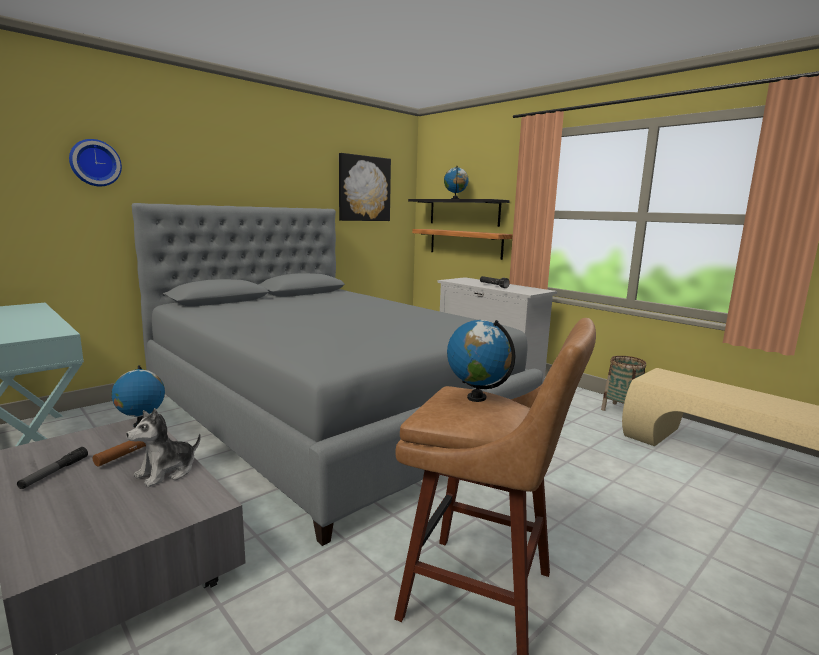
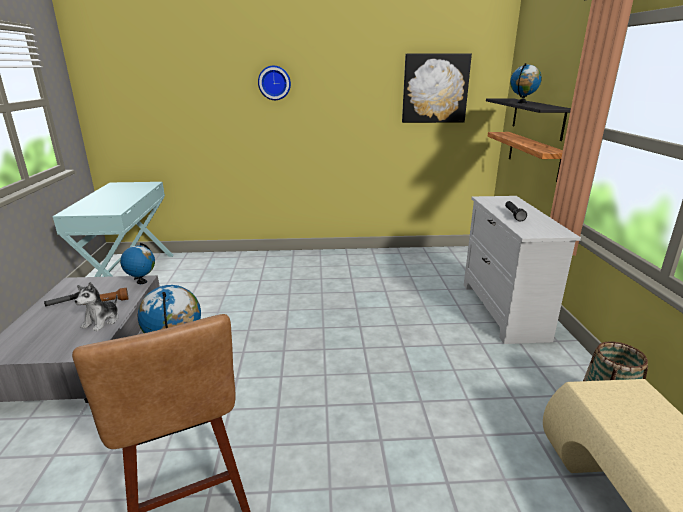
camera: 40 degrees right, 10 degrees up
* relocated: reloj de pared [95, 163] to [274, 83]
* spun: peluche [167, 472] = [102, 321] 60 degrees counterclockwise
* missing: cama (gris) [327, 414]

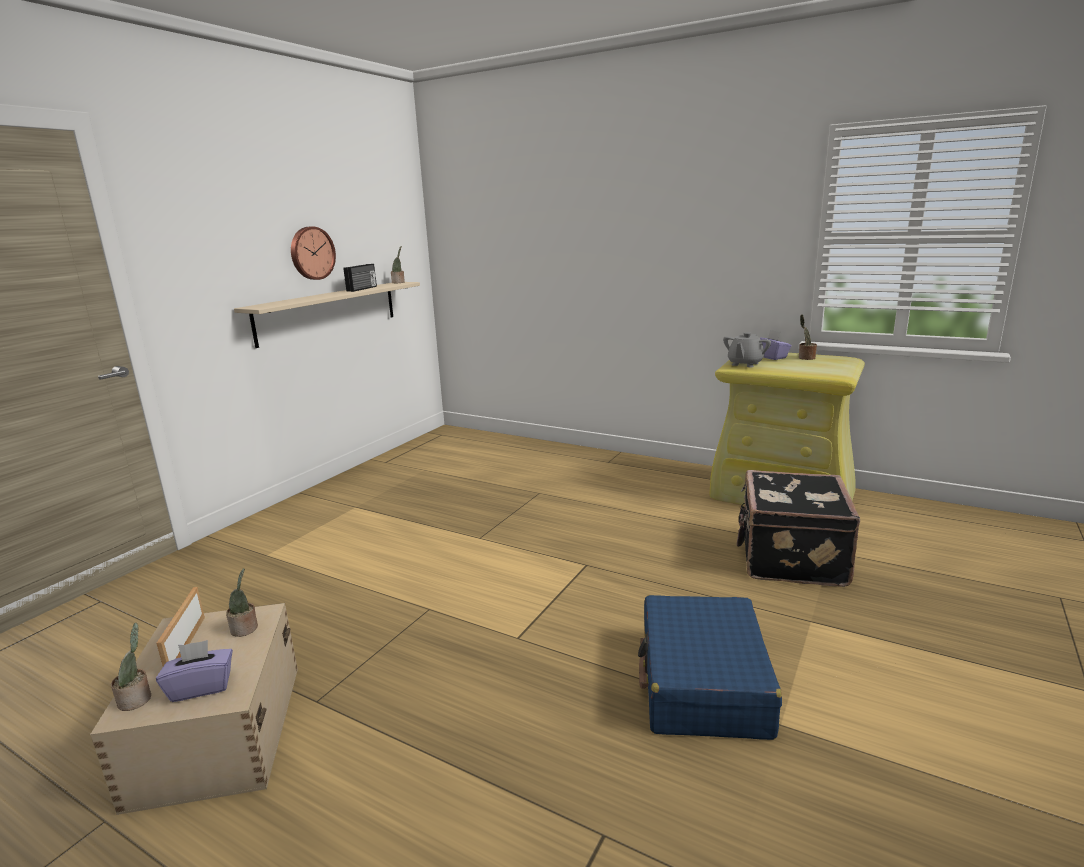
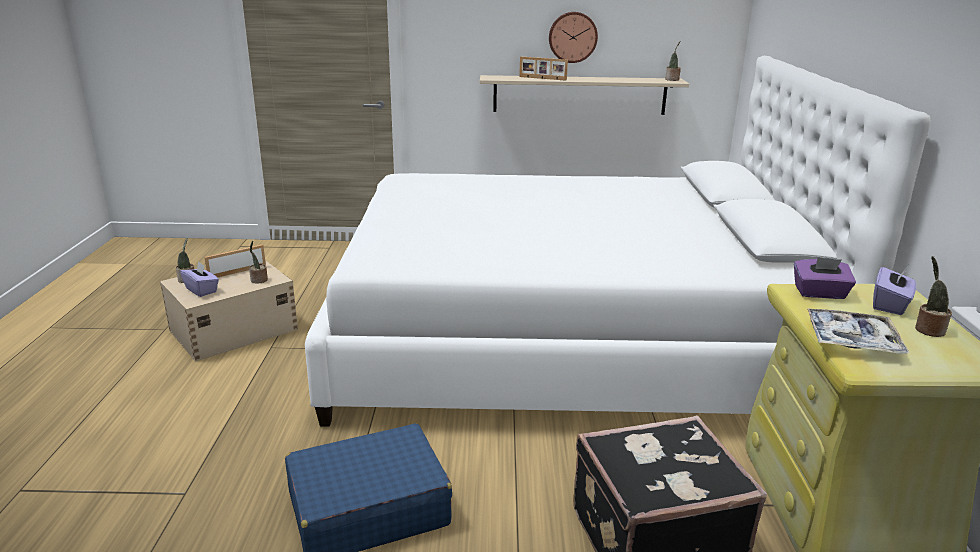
camera: 60 degrees right, 5 degrees up
* missing: radio [362, 289]
* exchanged: tetera (gris) [744, 364] to caja de pañuelos (morado) [820, 293]
* appeared: cama (blanco) [567, 342]
* appeared: portarretratos [542, 78]
* appeared: bandeja [852, 340]

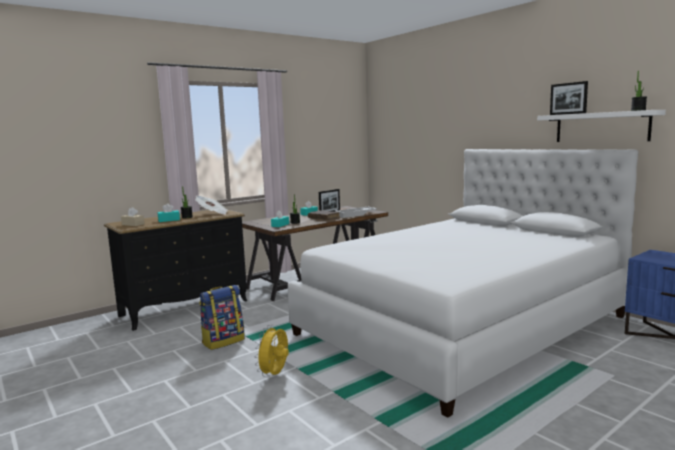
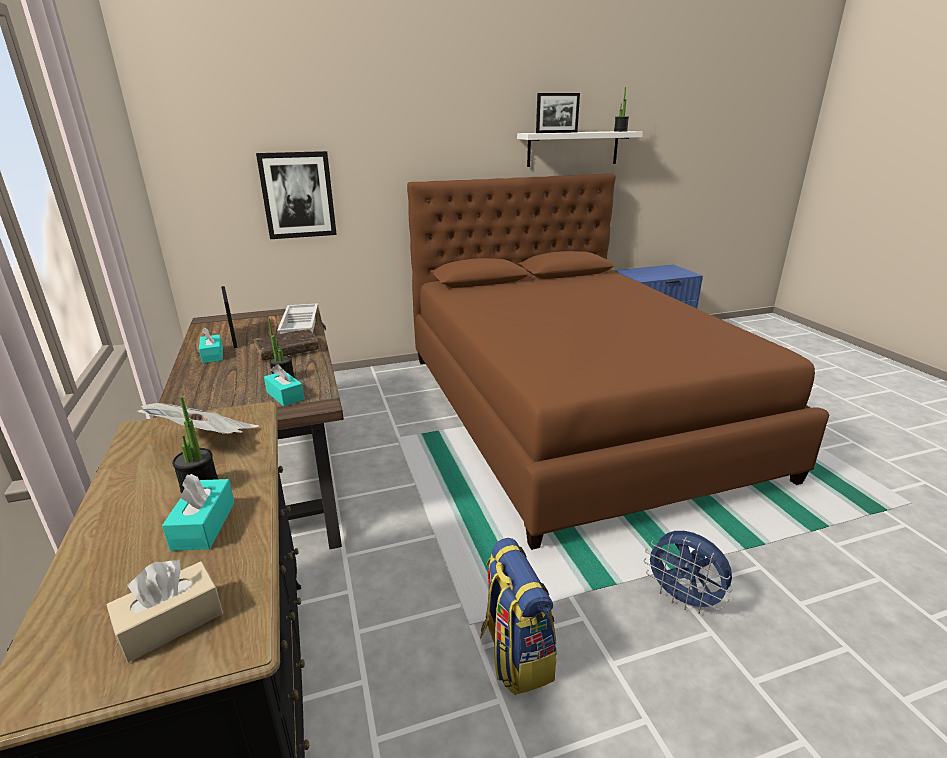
camera: 70 degrees left, 15 degrees up
* colour: ventilador (amarillo) [275, 374] to ventilador (azul) [683, 599]
* colour: cama (blanco) [462, 325] to cama (marrón) [572, 410]
* appeared: cuadro [298, 195]

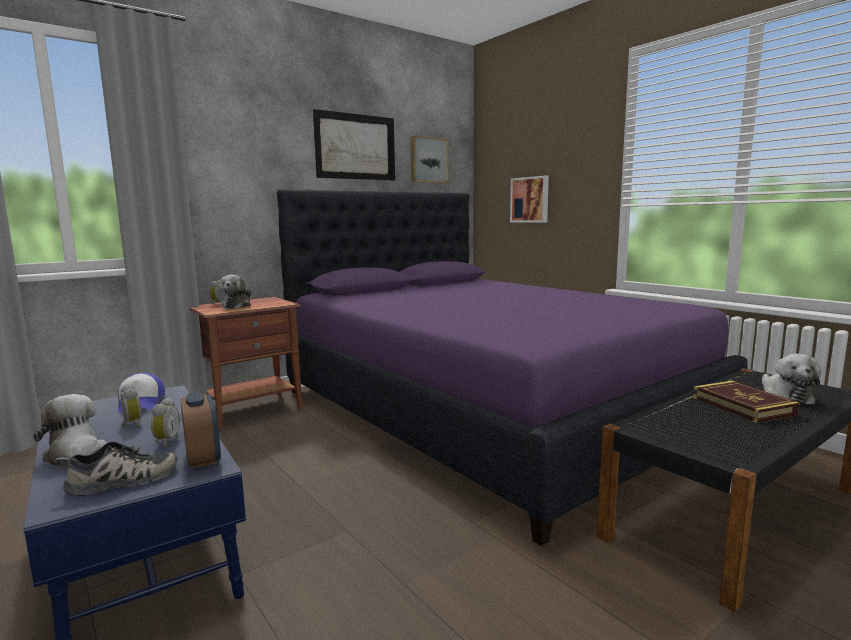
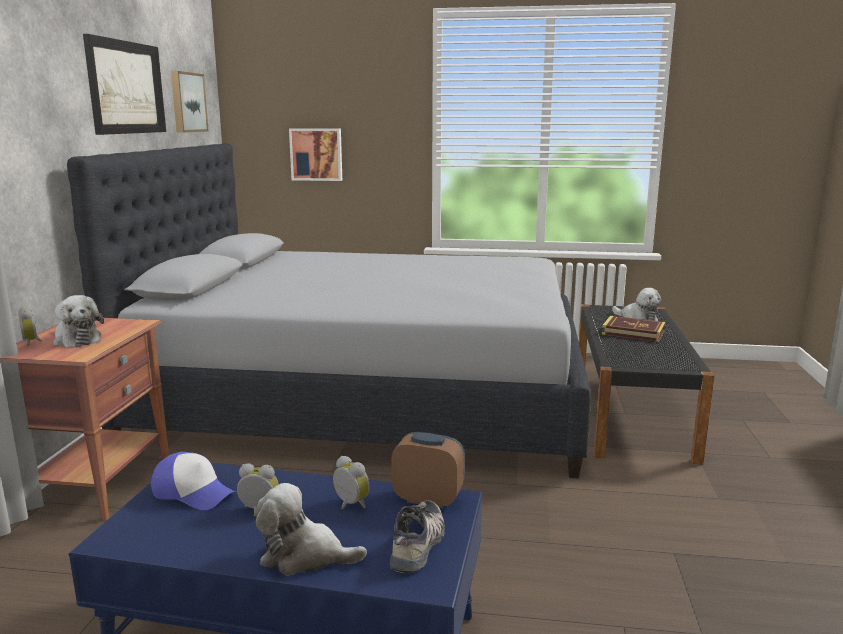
camera: 45 degrees left, 5 degrees up
* colour: cama (morado) [484, 410] to cama (gris) [367, 396]

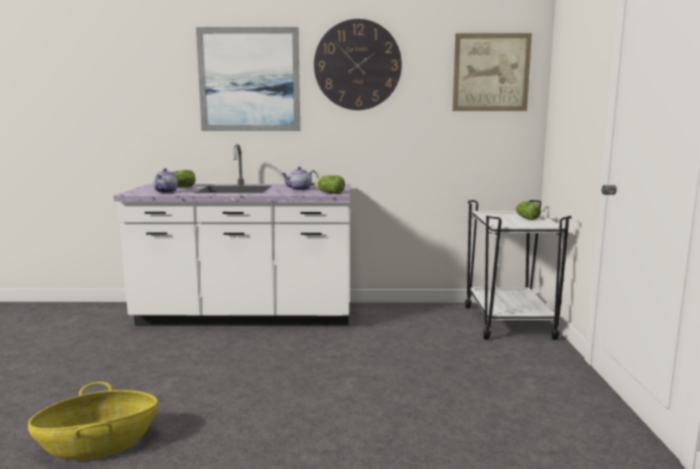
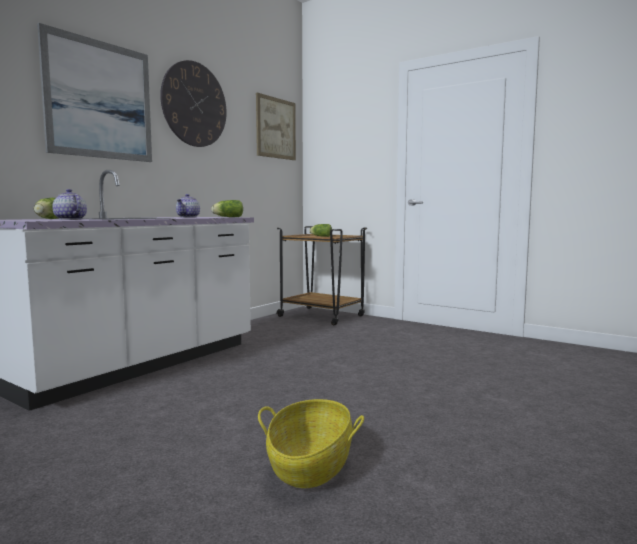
camera: 55 degrees left, 5 degrees down
* colour: carrito (blanco) [508, 323] to carrito (marrón) [322, 316]

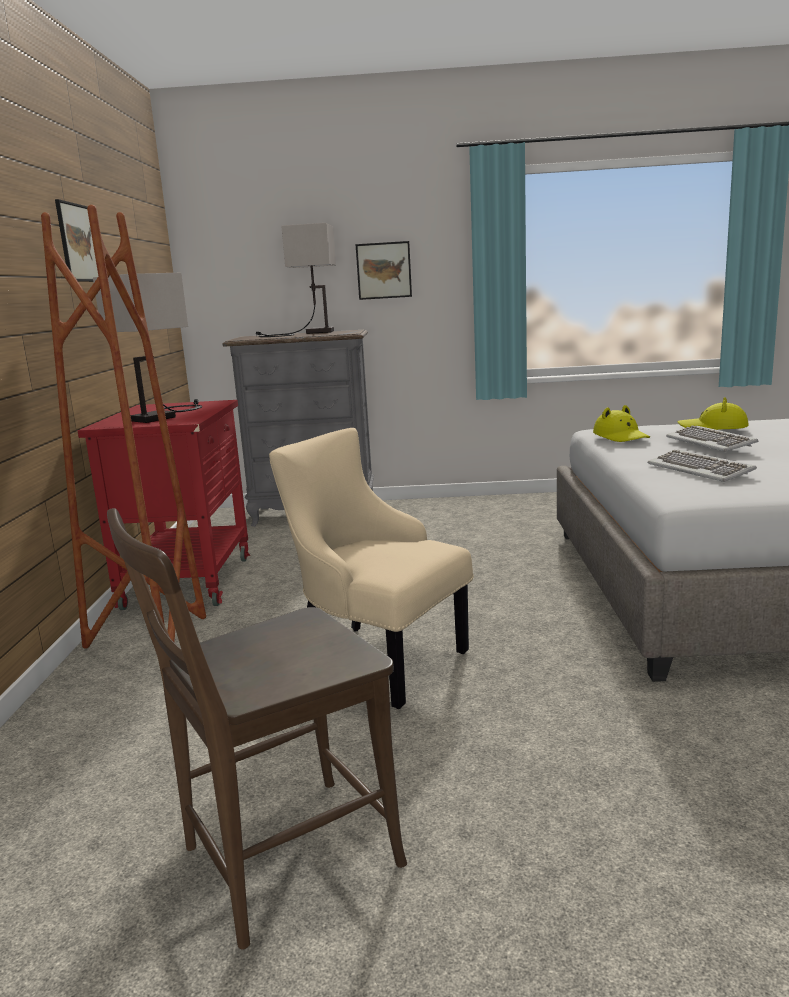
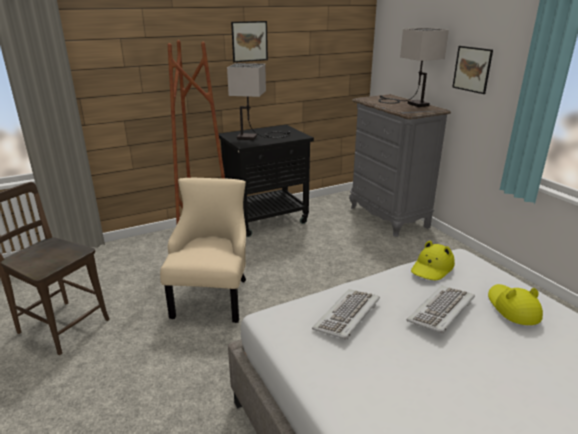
camera: 60 degrees right, 10 degrees up
* colour: carrito (rojo) [189, 582] to carrito (negro) [267, 220]

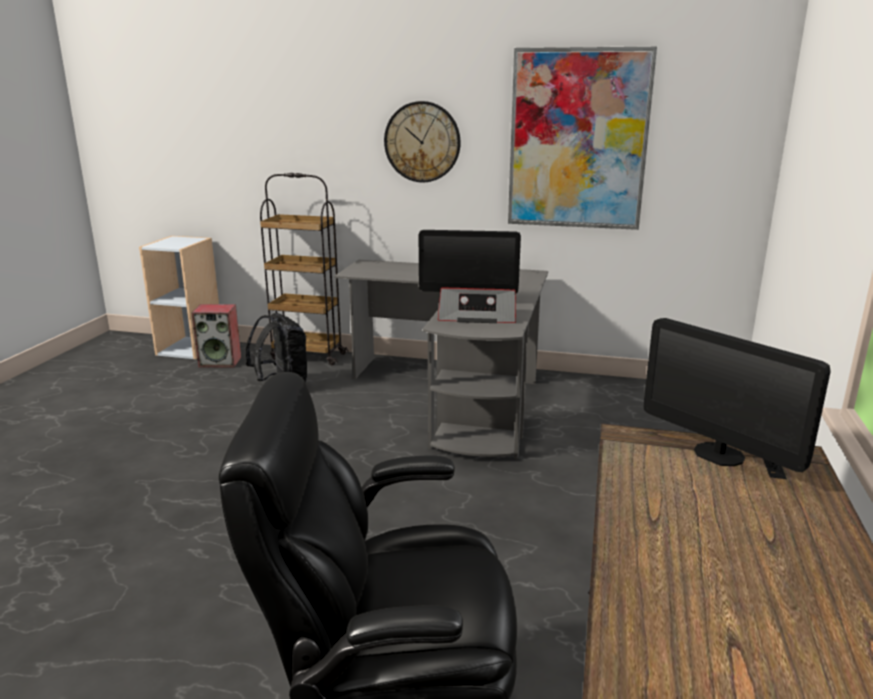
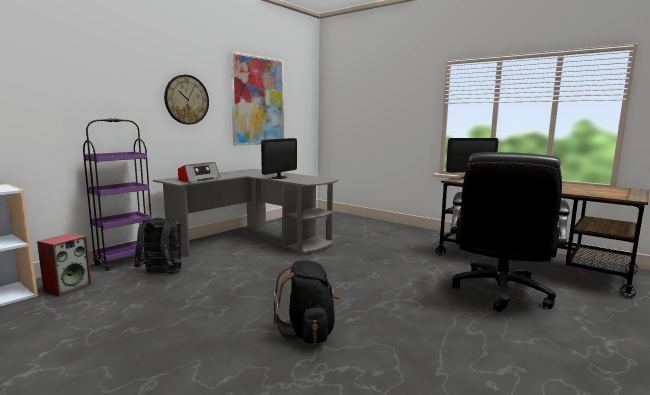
camera: 65 degrees left, 10 degrees down
* colour: carrito (marrón) [308, 356] to carrito (morado) [125, 261]
* relocated: radio [477, 317] to [199, 179]
* appeared: mochila (negro) [308, 331]

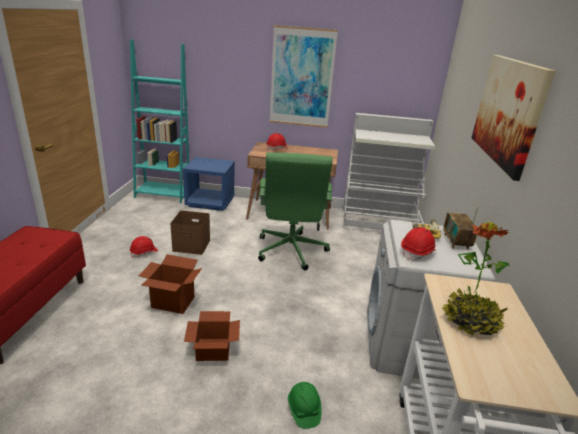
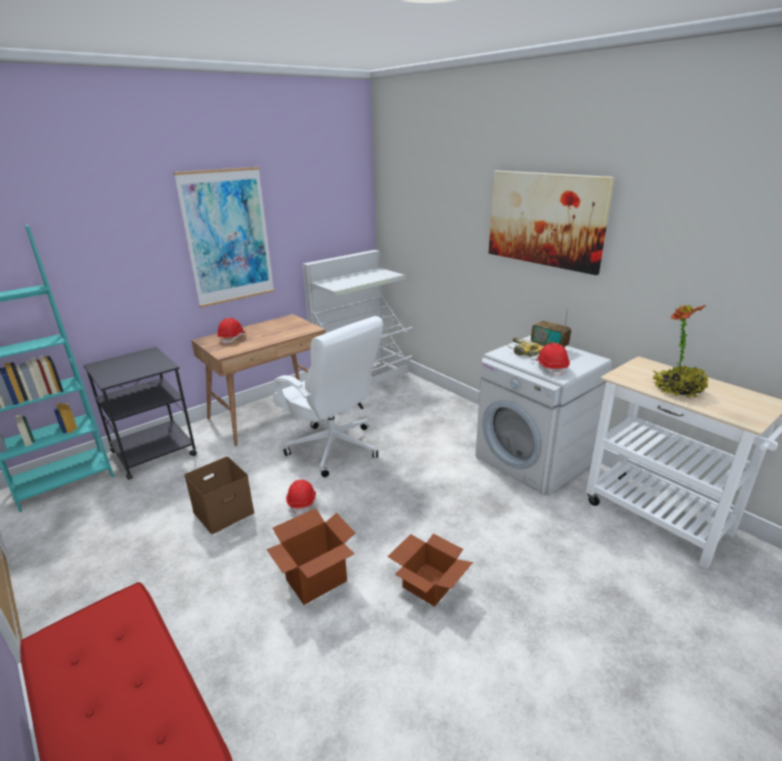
camera: 45 degrees left, 0 degrees up
* relocated: casco (rojo) [144, 253] to [302, 502]
* exchanged: mesita de noche (azul) [210, 202] to carrito (negro) [155, 452]
* colour: silla de oficina (verde) [291, 249] to silla de oficina (blanco) [333, 447]
* missing: casco (verde) [303, 410]

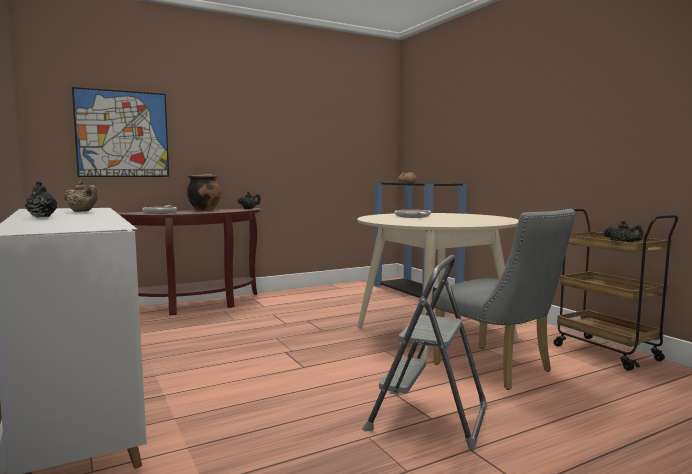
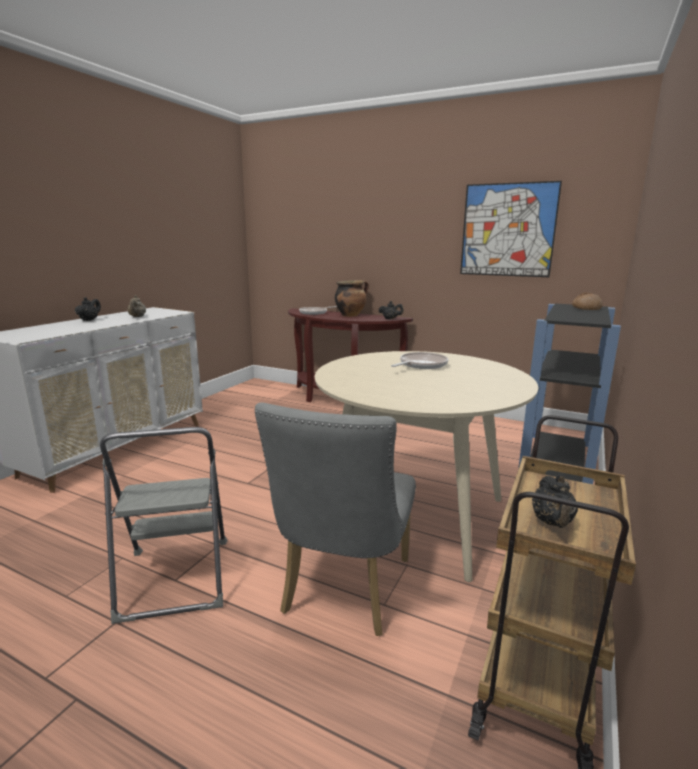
camera: 55 degrees right, 10 degrees up
* relocated: cuadro [122, 134] to [507, 230]

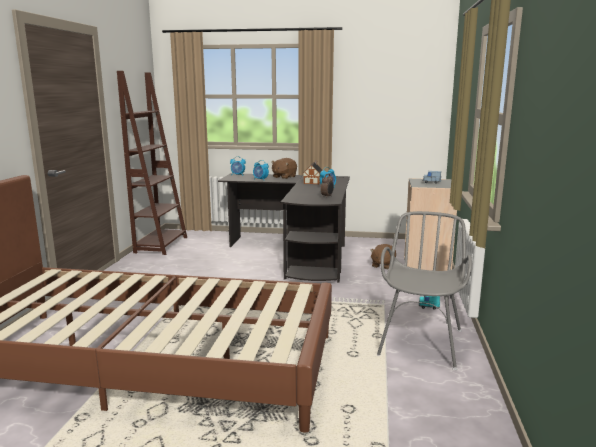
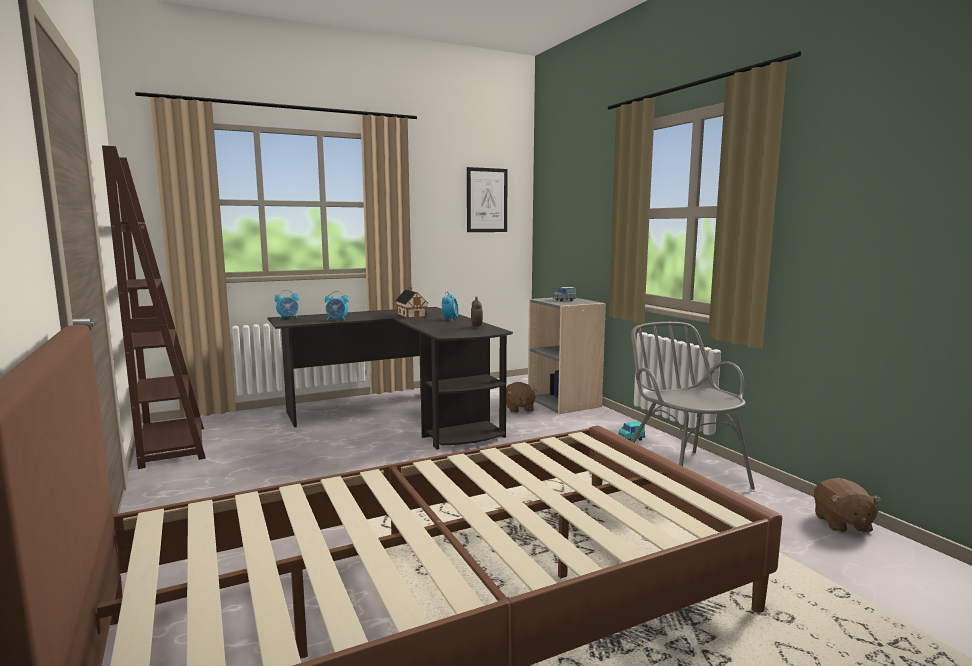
camera: 35 degrees left, 5 degrees down
* relocated: peluche (marrón) [284, 177] to [842, 523]
* appeared: cuadro [487, 200]

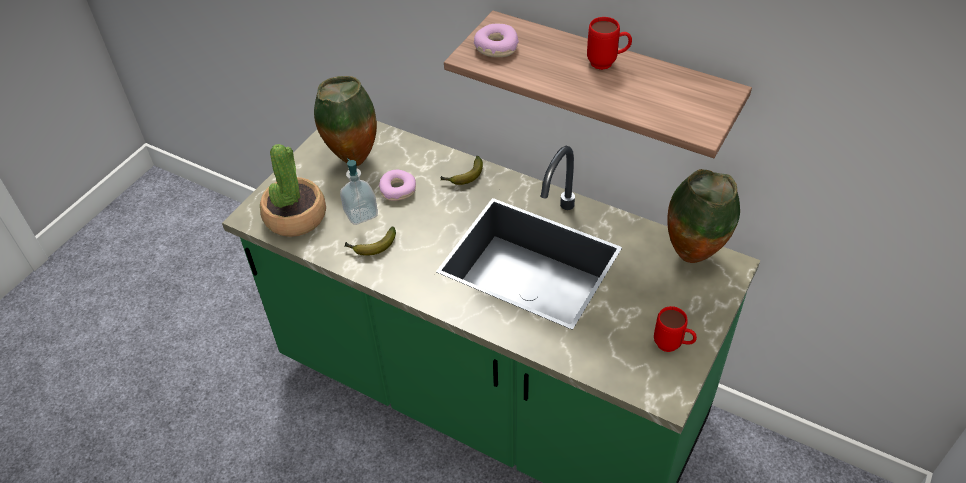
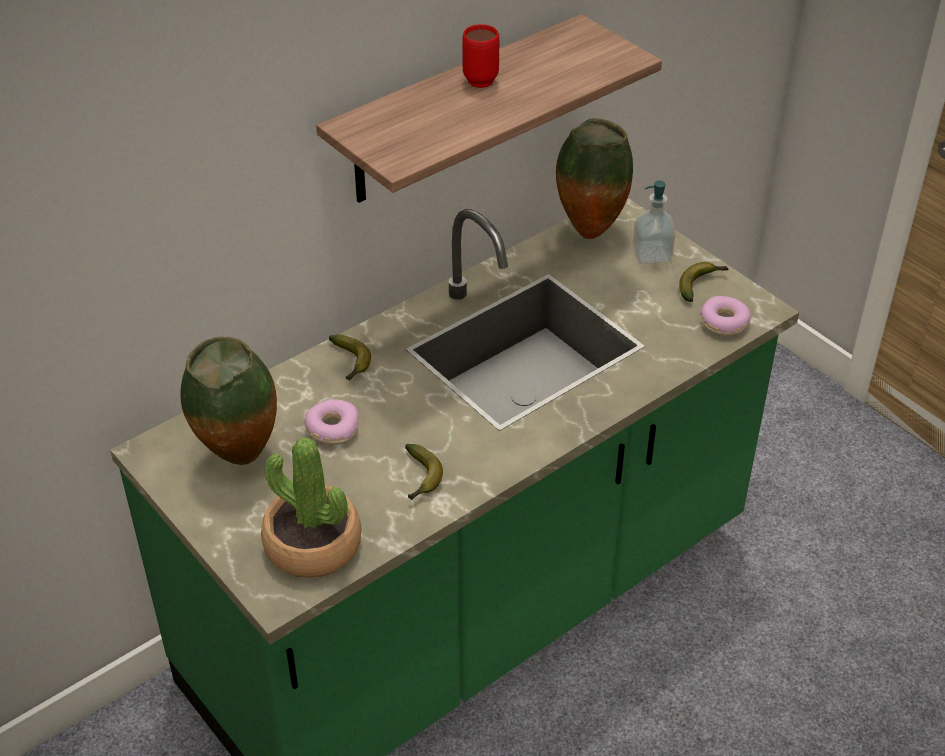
camera: 70 degrees left, 5 degrees down
* relocated: dispensador de jabón [361, 214] to [652, 255]
* relocated: rosquilla [496, 47] to [724, 323]
* exchanged: taza grande (rojo) [672, 346] to plátano [701, 285]

